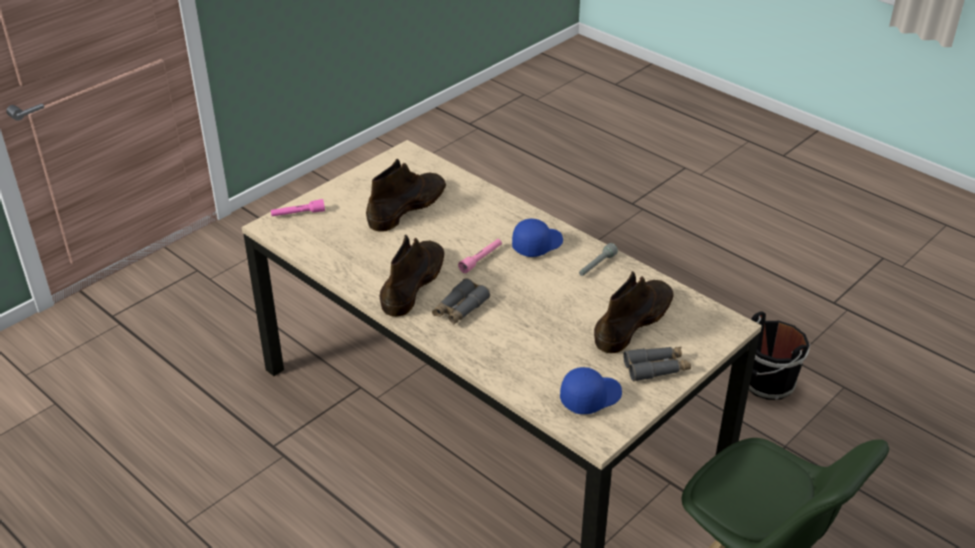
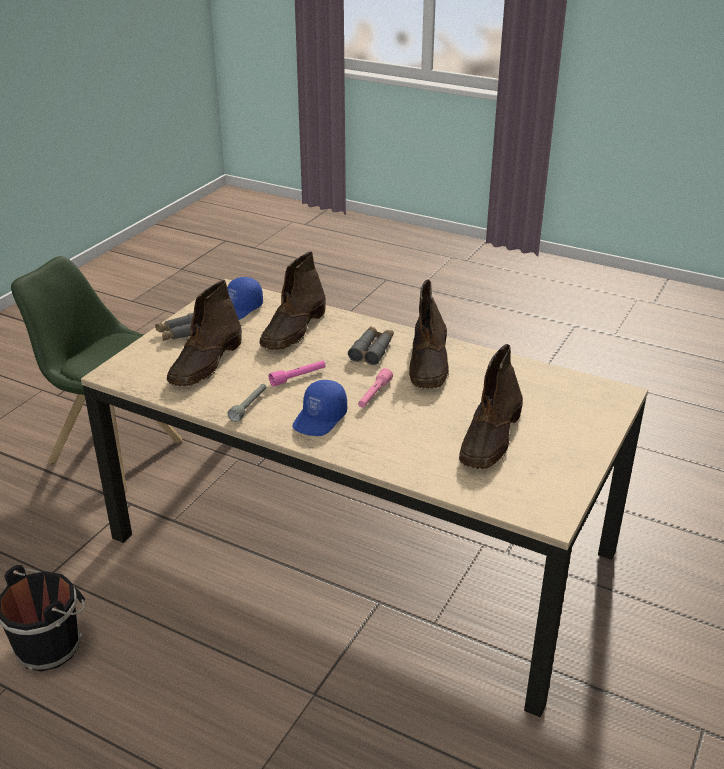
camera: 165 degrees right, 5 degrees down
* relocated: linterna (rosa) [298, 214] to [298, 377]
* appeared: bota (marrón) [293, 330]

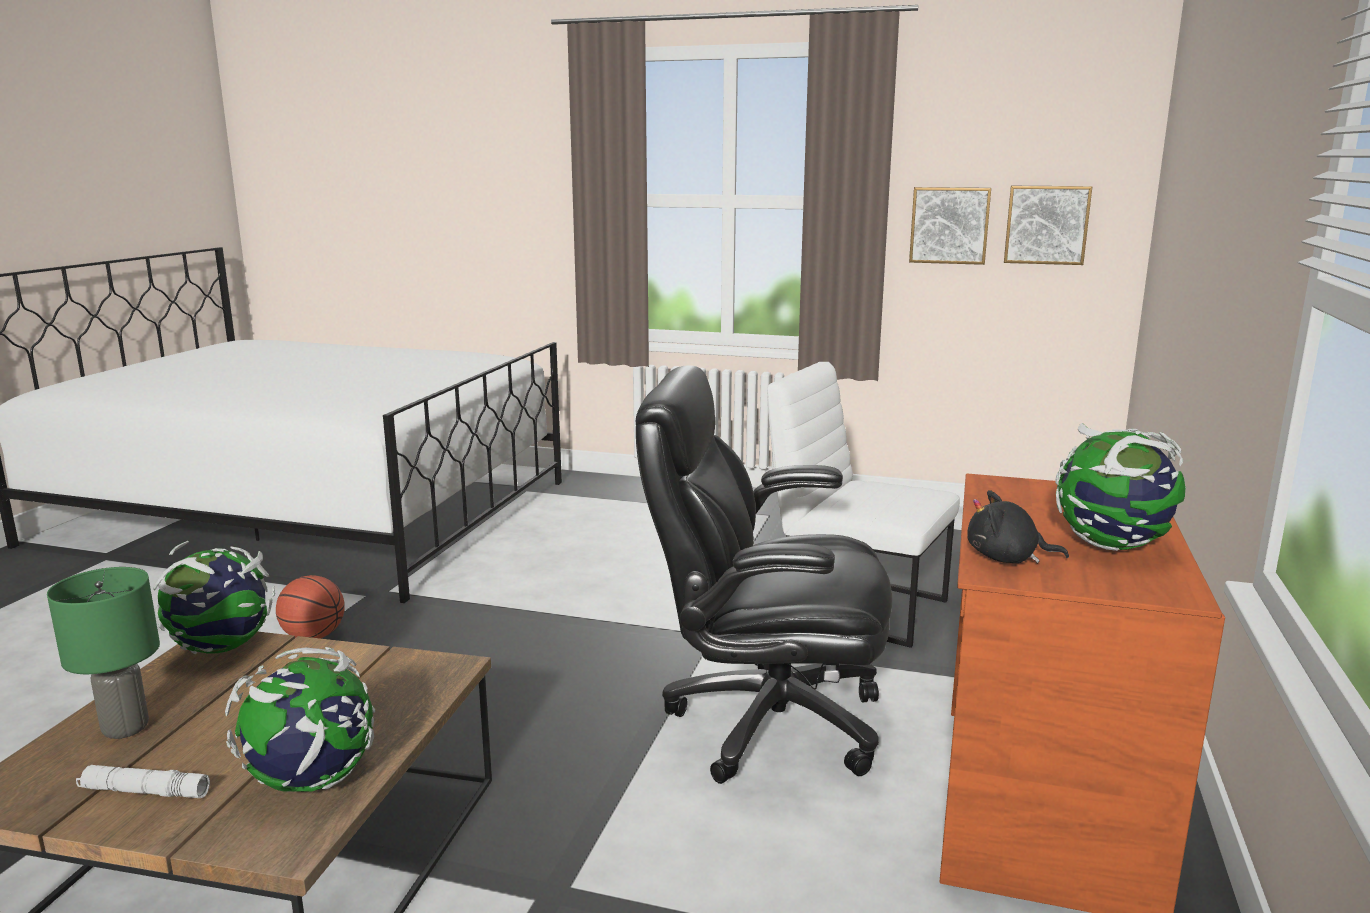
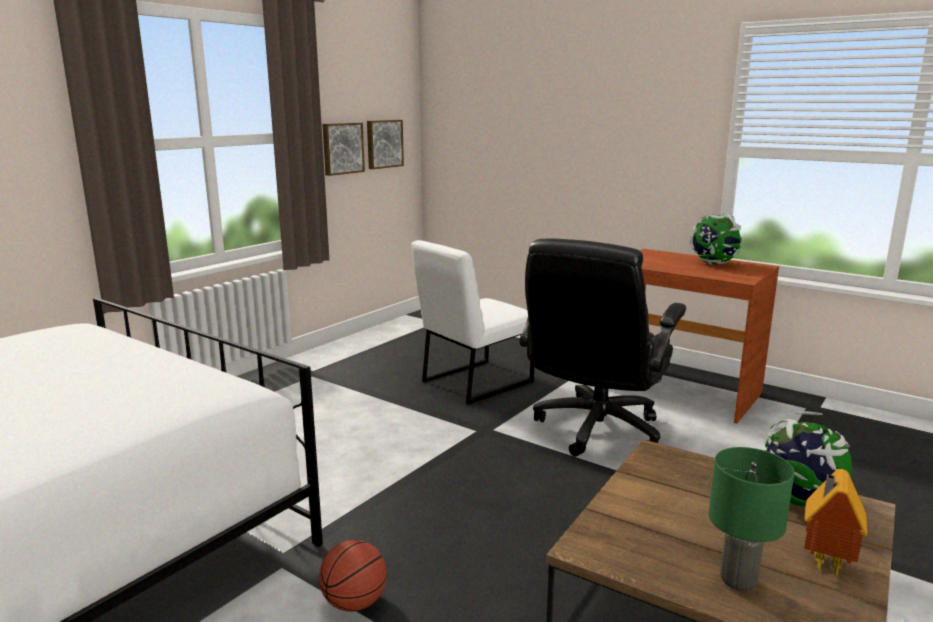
camera: 70 degrees left, 0 degrees up
* exchanged: linterna (blanco) [145, 791] to casita [824, 563]
* missing: globo terráqueo [222, 648]
* missing: peluche (negro) [1007, 558]

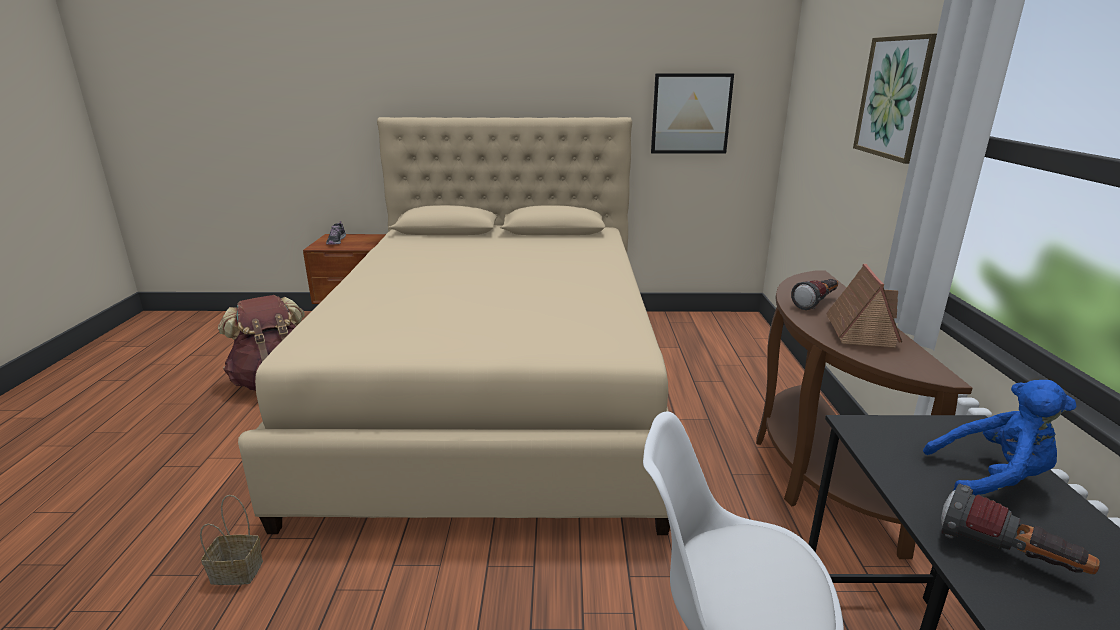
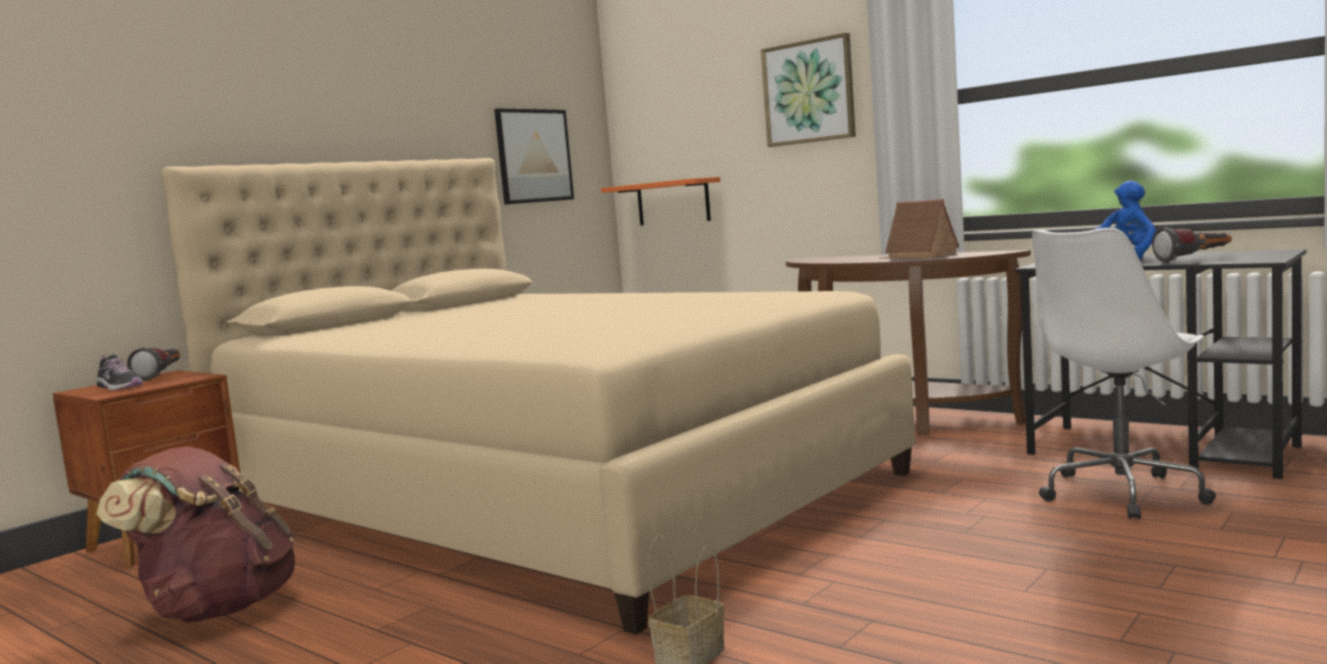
camera: 50 degrees left, 15 degrees down
* relocated: linterna [817, 303] to [162, 375]
* appeared: estante (naranja) [673, 202]

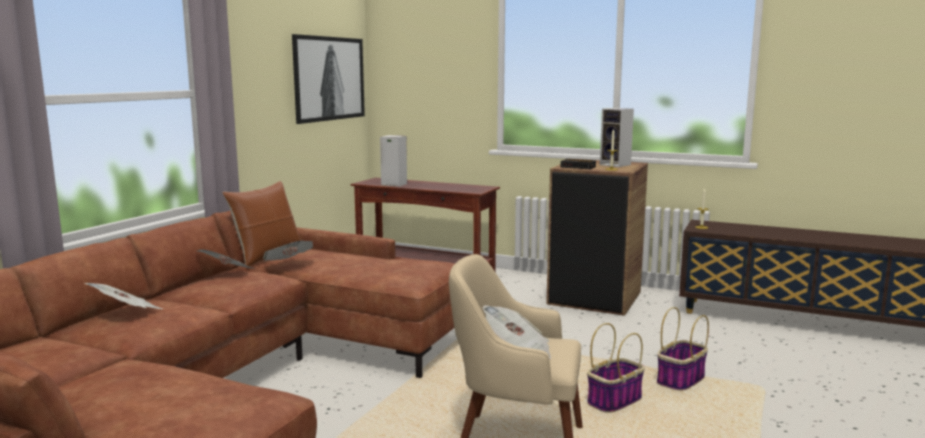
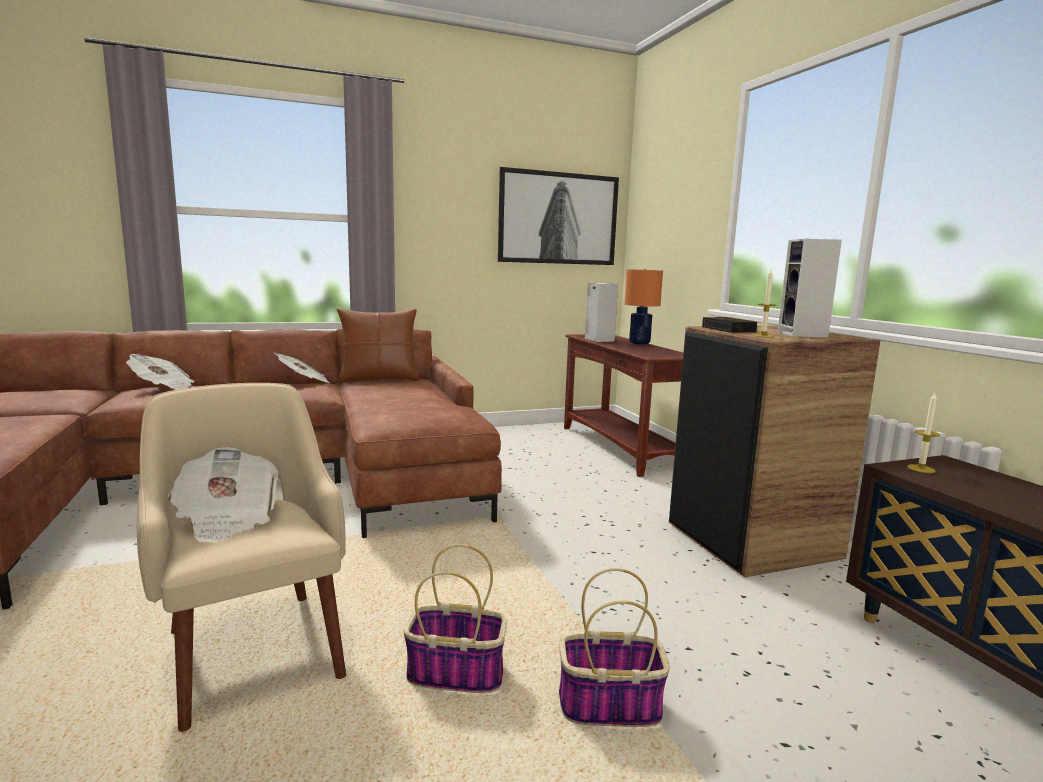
camera: 45 degrees right, 0 degrees up
* missing: periódico [288, 265]
* appeared: lámpara de mesa (naranja) [639, 344]

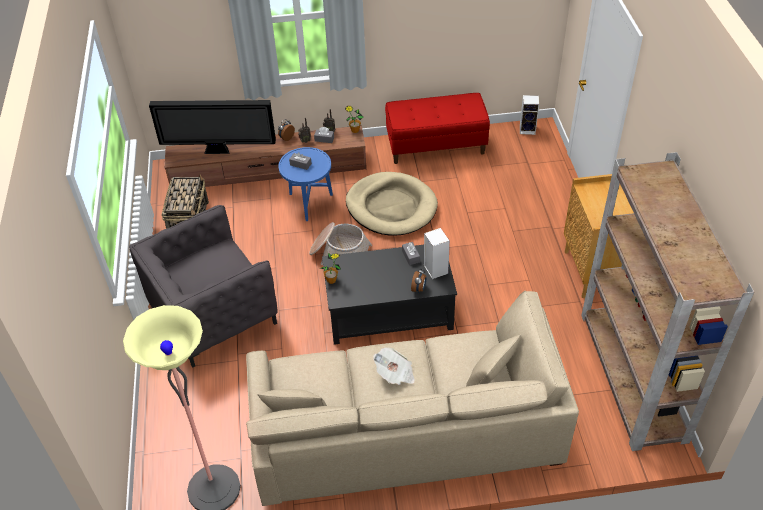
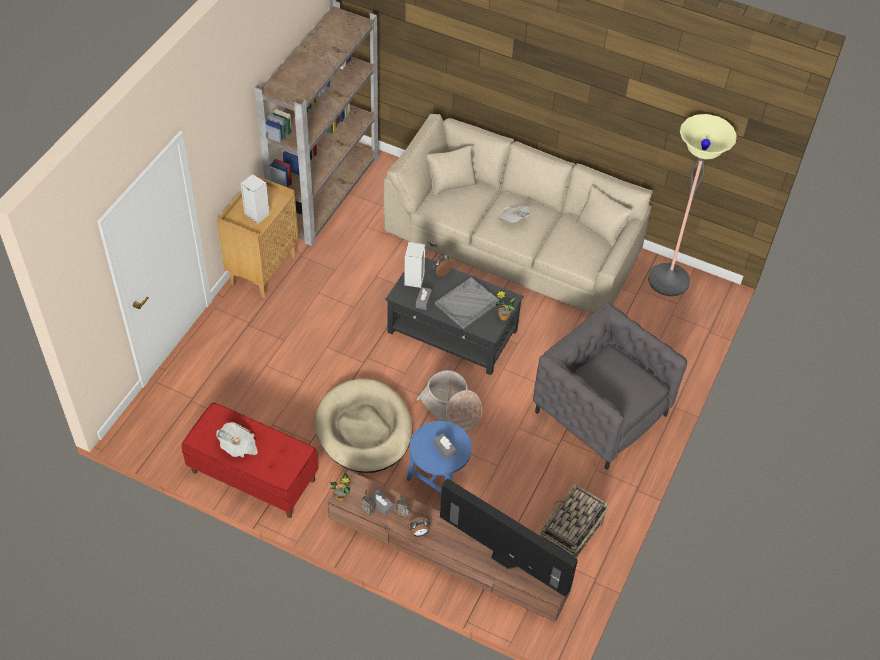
camera: 150 degrees left, 5 degrees up
* spun: sillón (gris) [213, 315] = [601, 412] 135 degrees counterclockwise
* relocated: altavoz [528, 129] to [256, 214]
* appeared: periódico [239, 446]
* appeared: bandeja (gris) [467, 303]

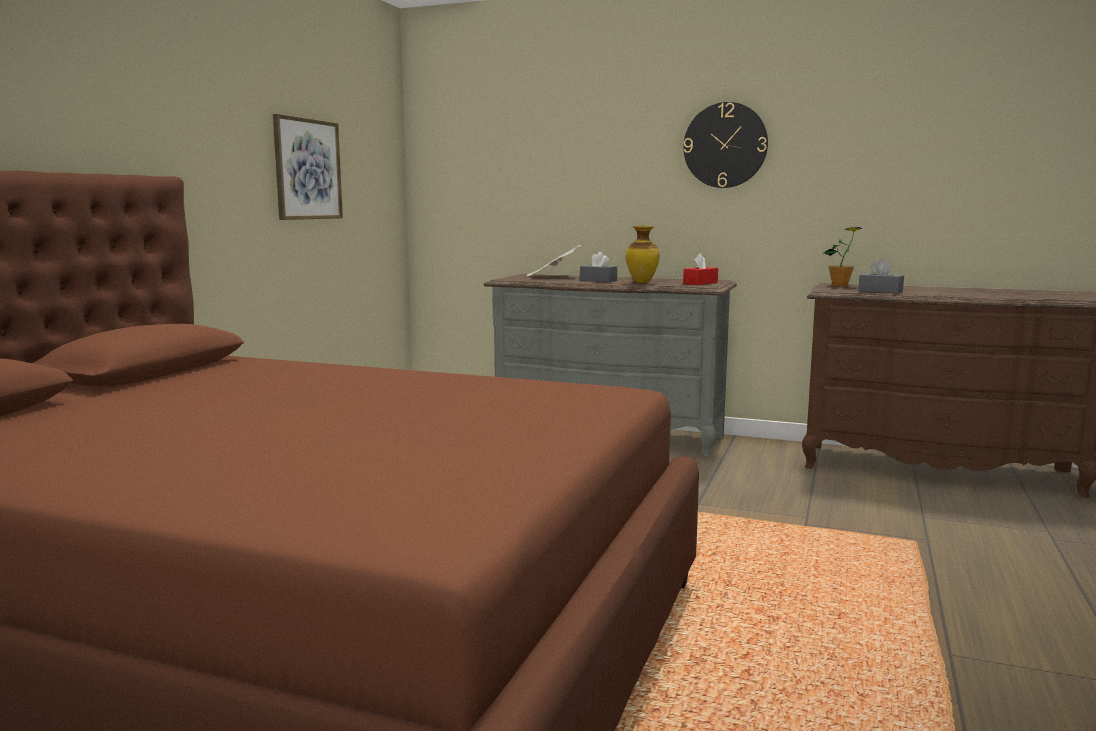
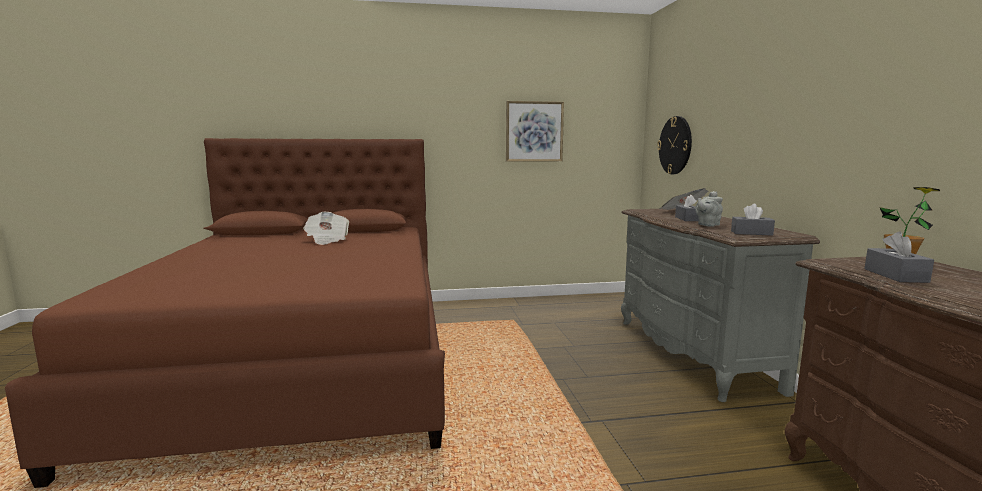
camera: 60 degrees right, 0 degrees up
* exchanged: florero [641, 282] to tetera (gris) [707, 225]
* relocated: reloj de pared [725, 145] to [675, 145]
* colour: caja de pañuelos (rojo) [700, 283] to caja de pañuelos (gris) [751, 233]
* appeared: periódico [327, 240]

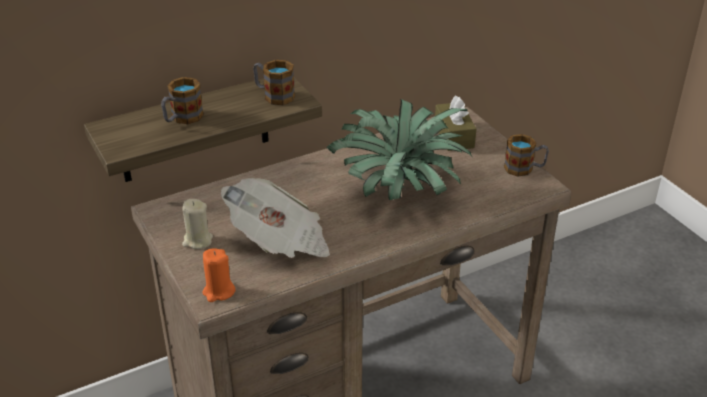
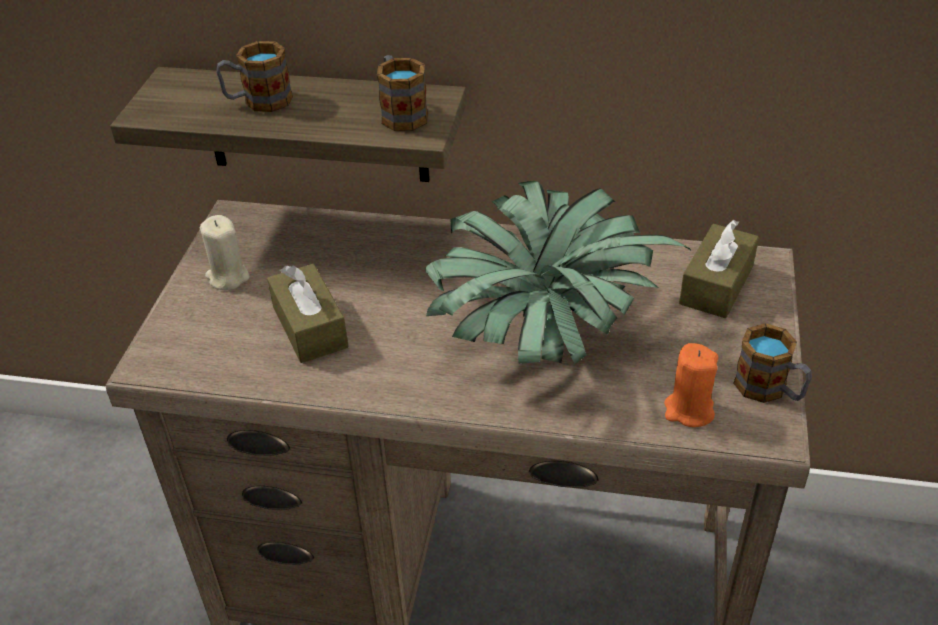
camera: 40 degrees right, 5 degrees up
* relocated: vela (naranja) [218, 292] to [688, 410]
* exchanged: periódico [279, 242] to caja de pañuelos (marrón) [310, 327]

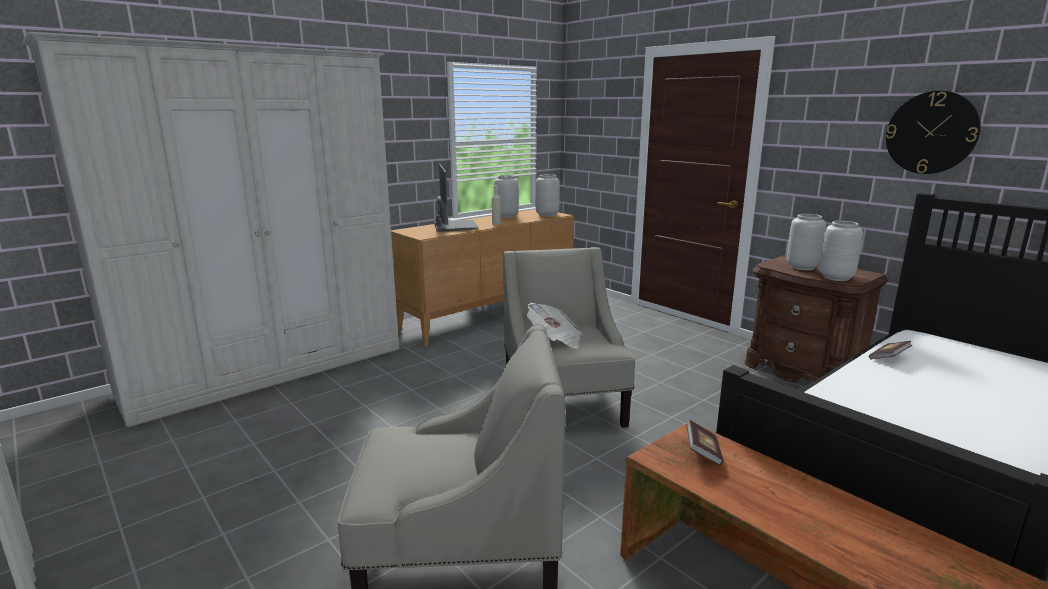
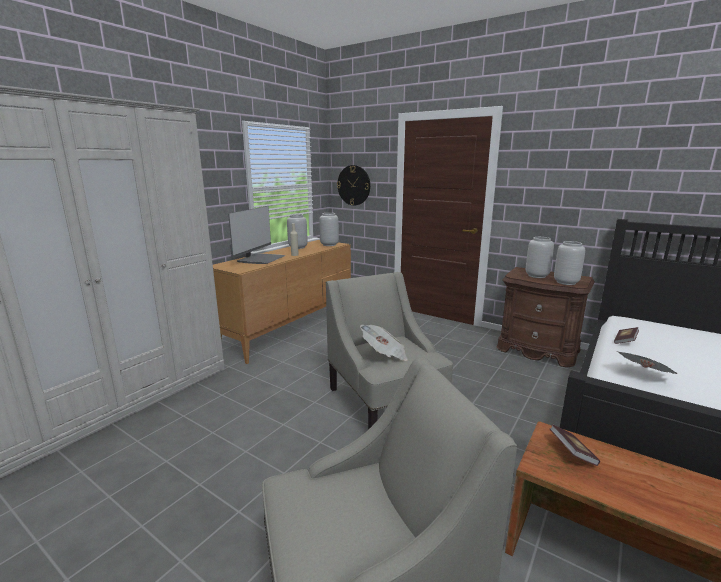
camera: 15 degrees left, 0 degrees up
* spun: monitor [454, 227] = [260, 259] 45 degrees clockwise
* relocated: reloj de pared [931, 133] to [354, 185]
* appeared: periódico [644, 376]

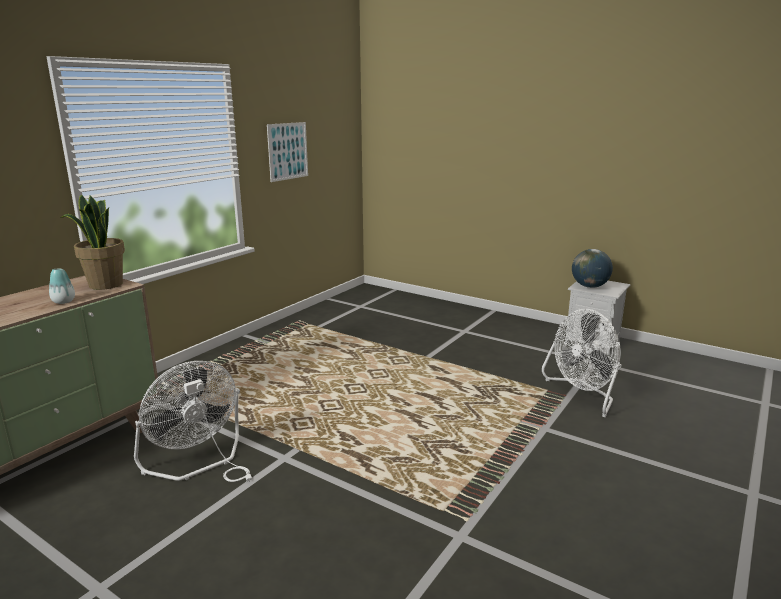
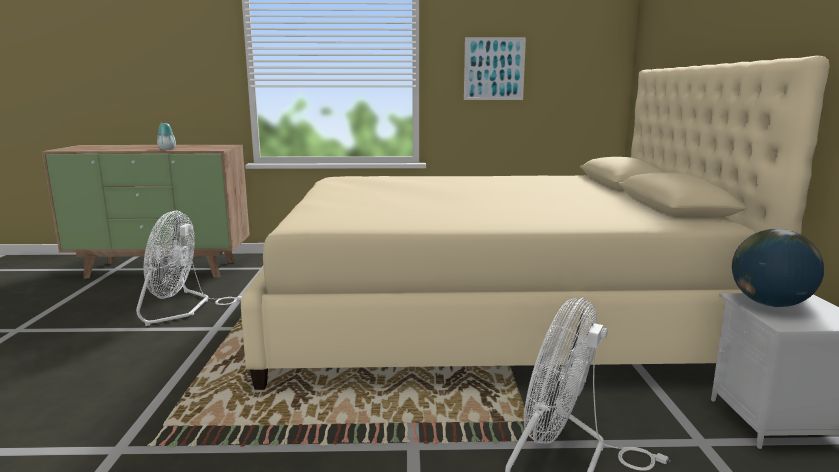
camera: 55 degrees right, 5 degrees down
* missing: planta en maceta [105, 284]
* spun: ventilador (blanco) [204, 462] = [187, 306] 105 degrees counterclockwise
* appeared: cama (beis) [490, 317]

